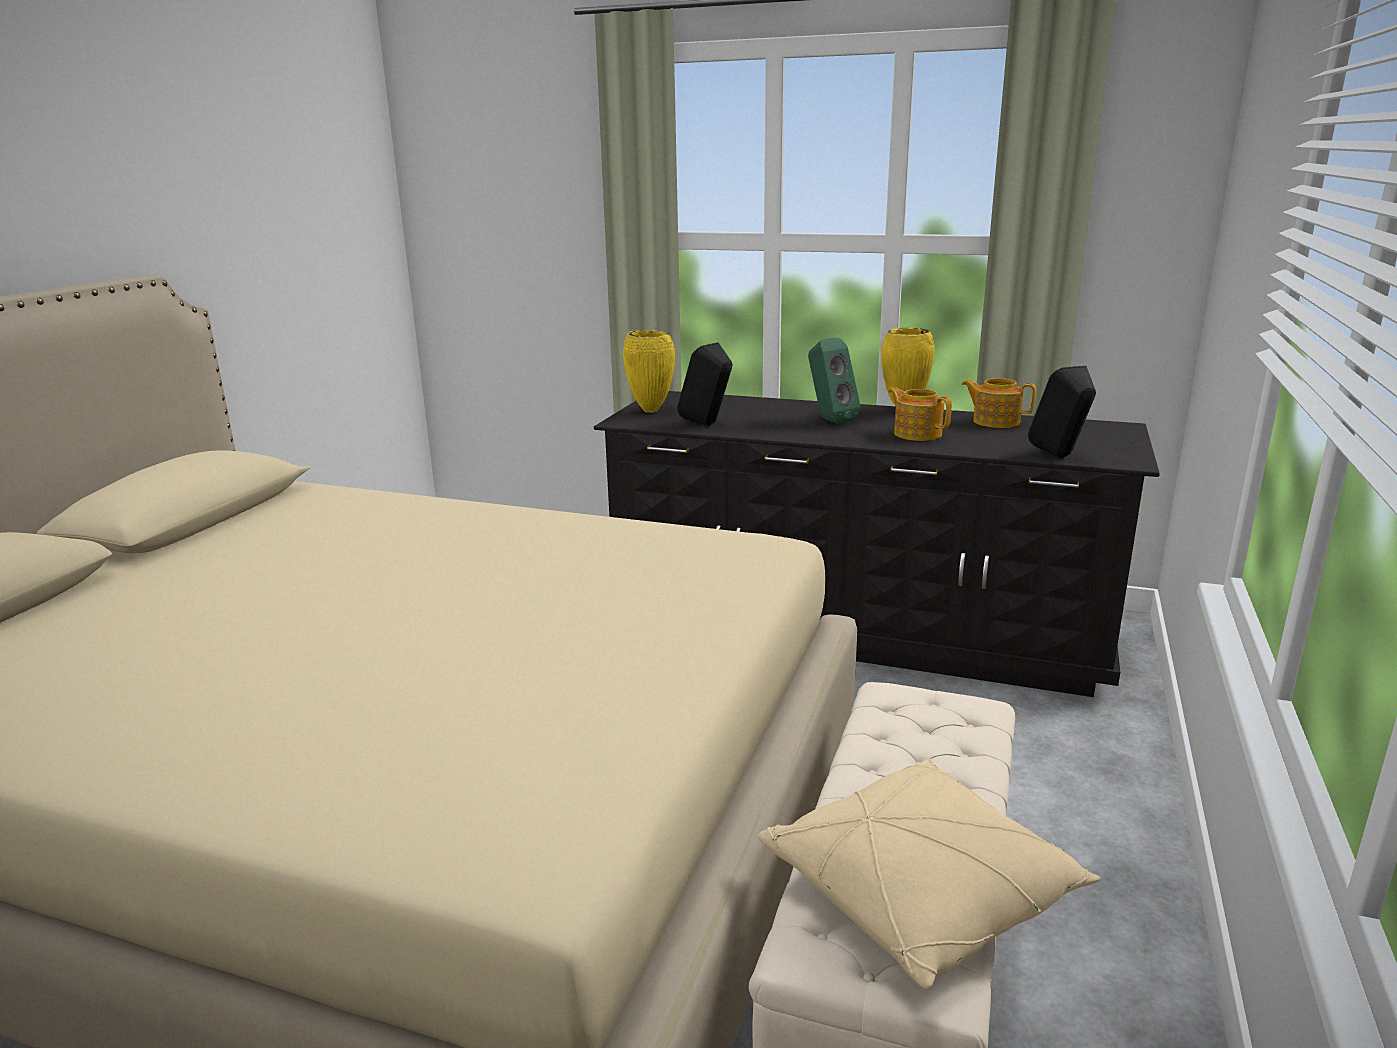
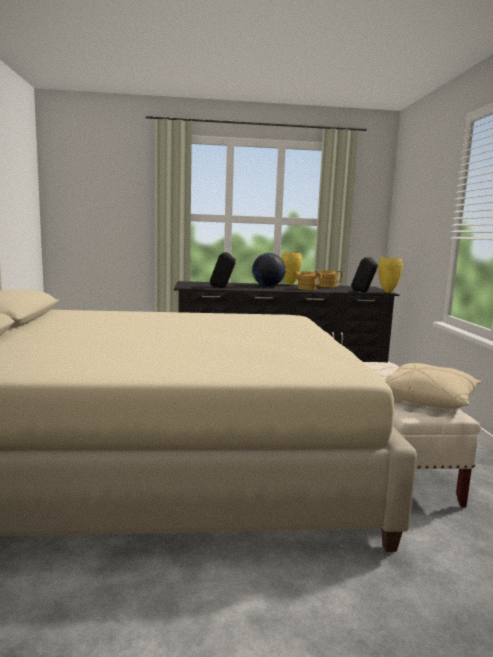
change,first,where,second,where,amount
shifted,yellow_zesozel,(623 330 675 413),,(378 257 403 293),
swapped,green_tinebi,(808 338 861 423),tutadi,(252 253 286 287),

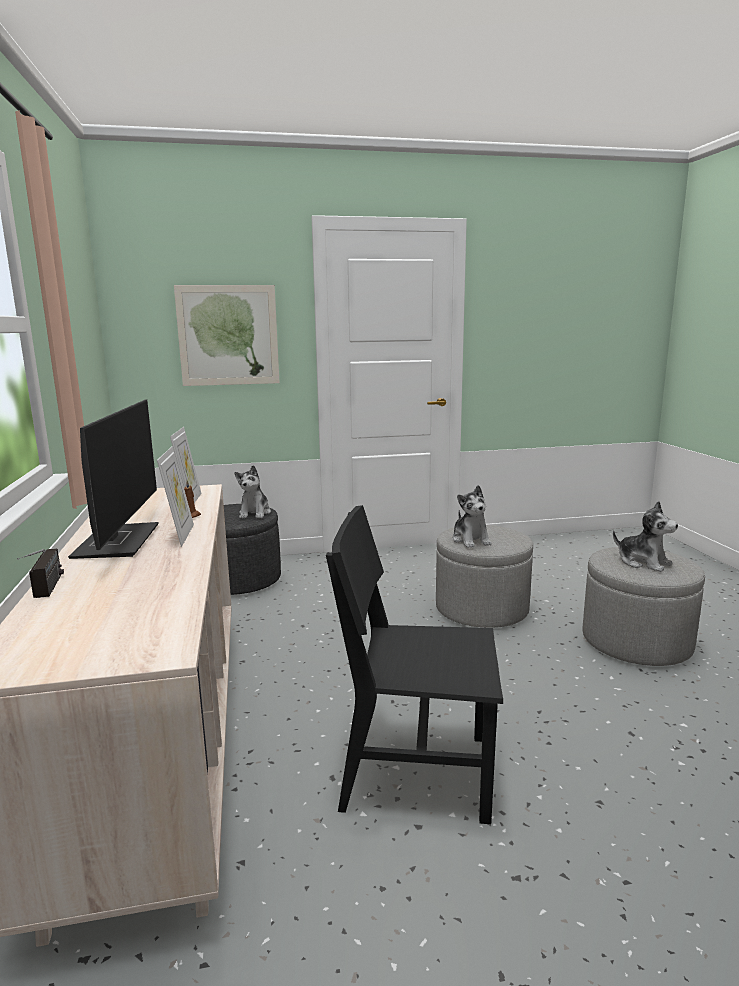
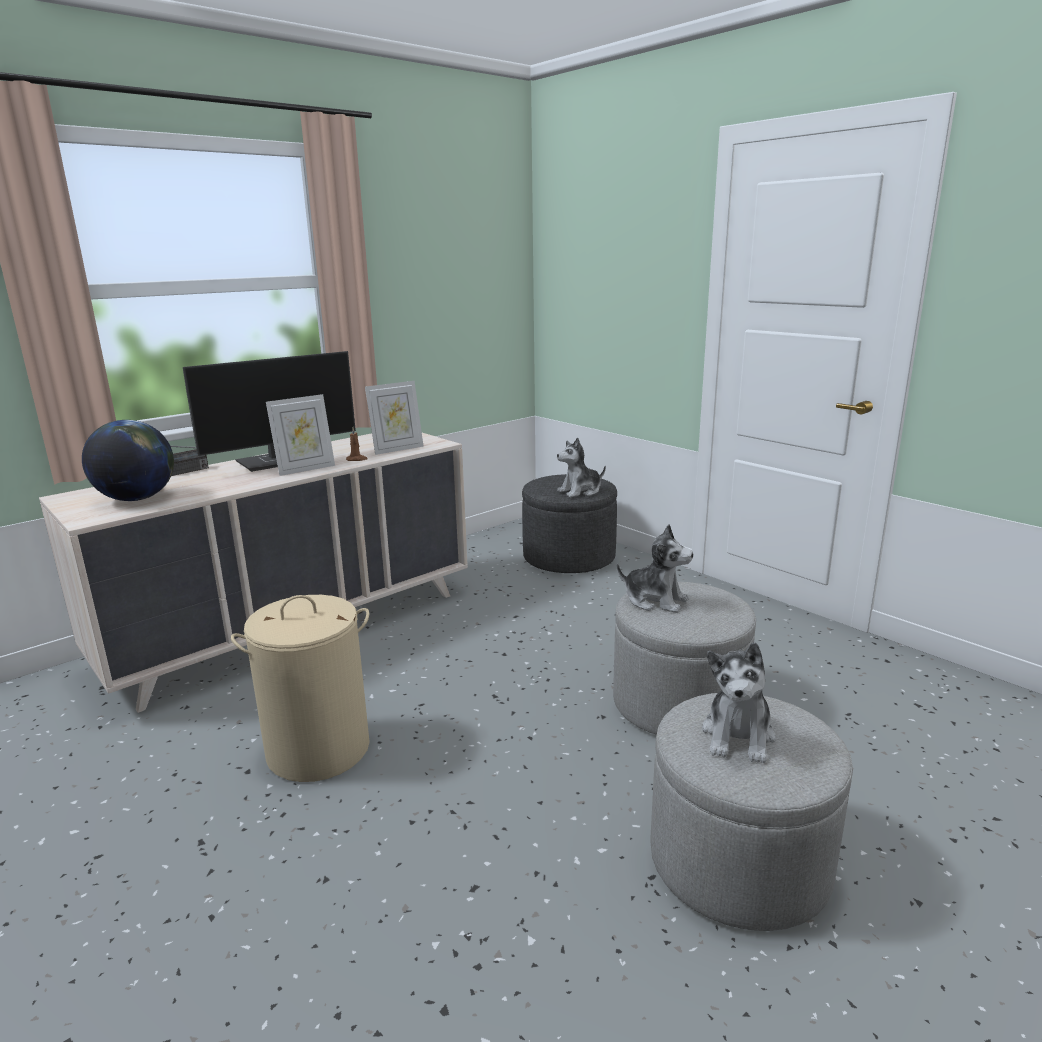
change,first,where,second,where,amount
gone,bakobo,(174 285 280 386),,,
swapped,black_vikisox,(326 505 503 824),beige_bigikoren,(231 595 370 782),
rotated,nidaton,(452 485 492 548),,(616 524 693 613),105 degrees counterclockwise
new,,,tutadi,(82 420 174 501),

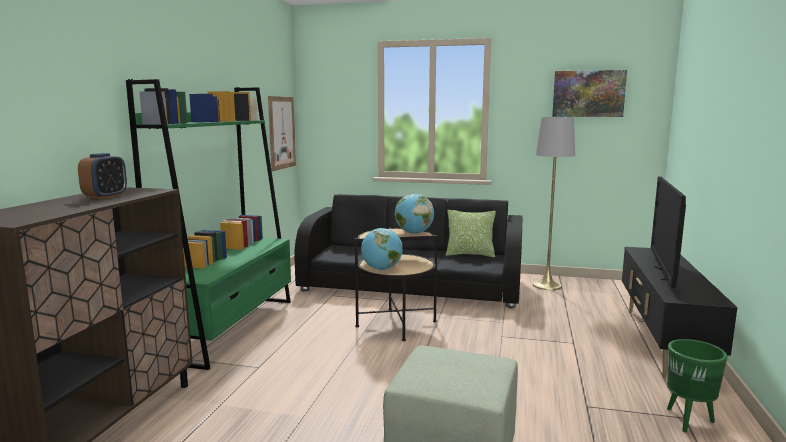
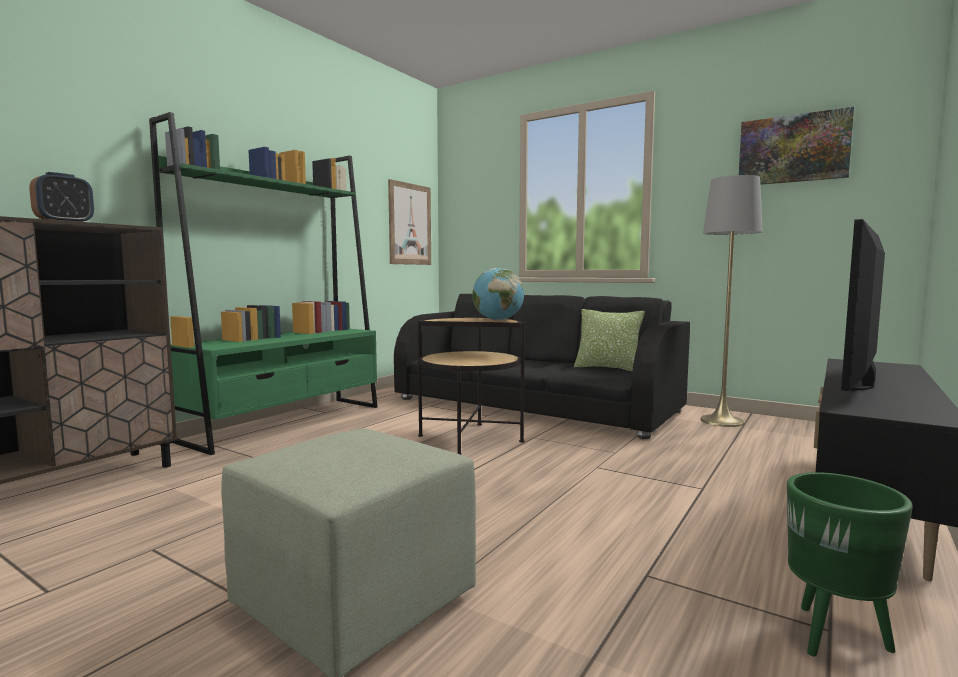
change,first,where,second,where,amount
gone,tutadi,(361 228 403 270),,,

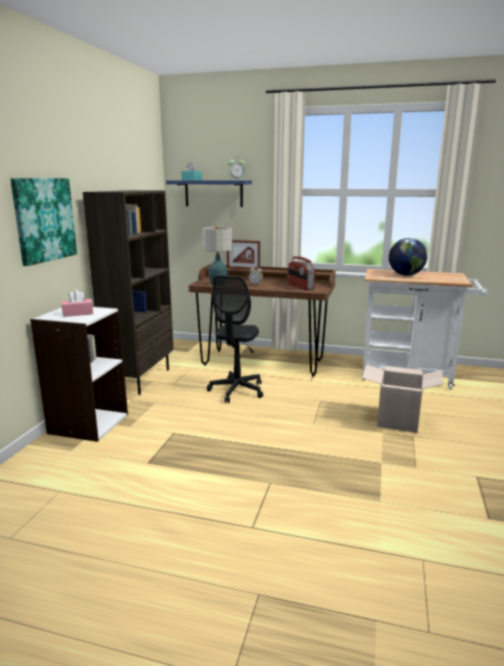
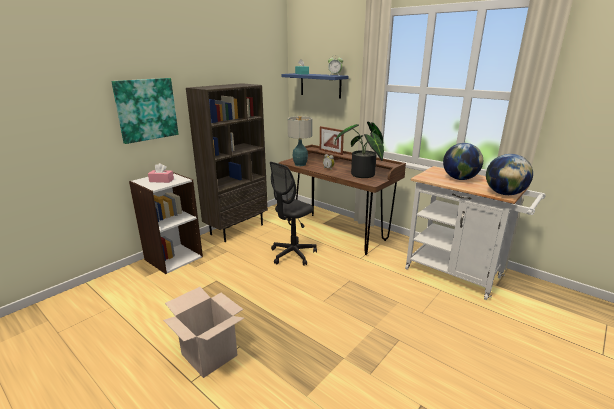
change,first,where,second,where,amount
swapped,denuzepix,(288 256 315 290),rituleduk,(335 122 384 178),
shifted,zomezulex,(362 365 443 433),,(163 287 244 378),
new,,,tutadi,(486 154 533 195),

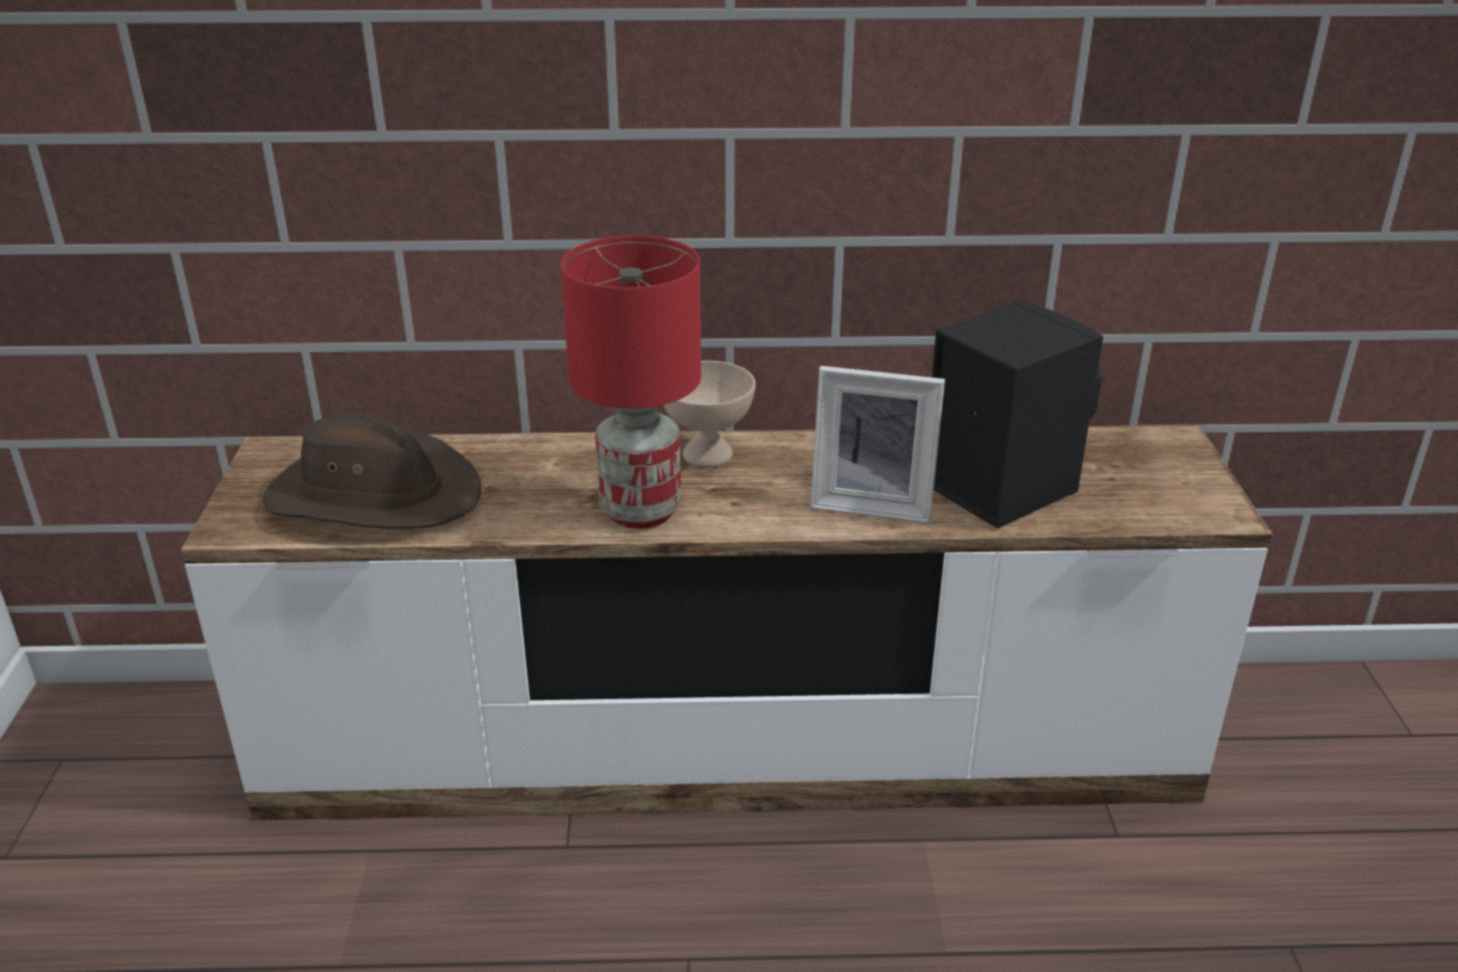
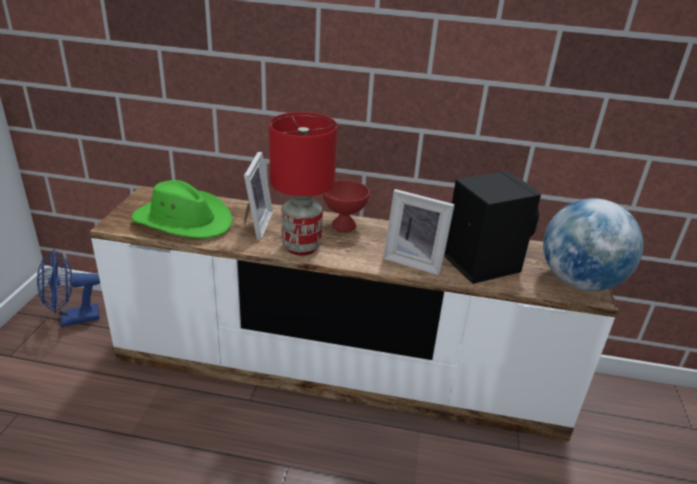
change,first,where,second,where,amount
repainted,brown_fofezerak,(263 413 481 529),green_fofezerak,(131 180 233 239),
repainted,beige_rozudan,(664 361 755 467),red_rozudan,(323 180 370 232),
new,,,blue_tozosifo,(37 249 100 327),
new,,,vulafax,(244 152 273 240),
new,,,tutadi,(543 198 643 291),

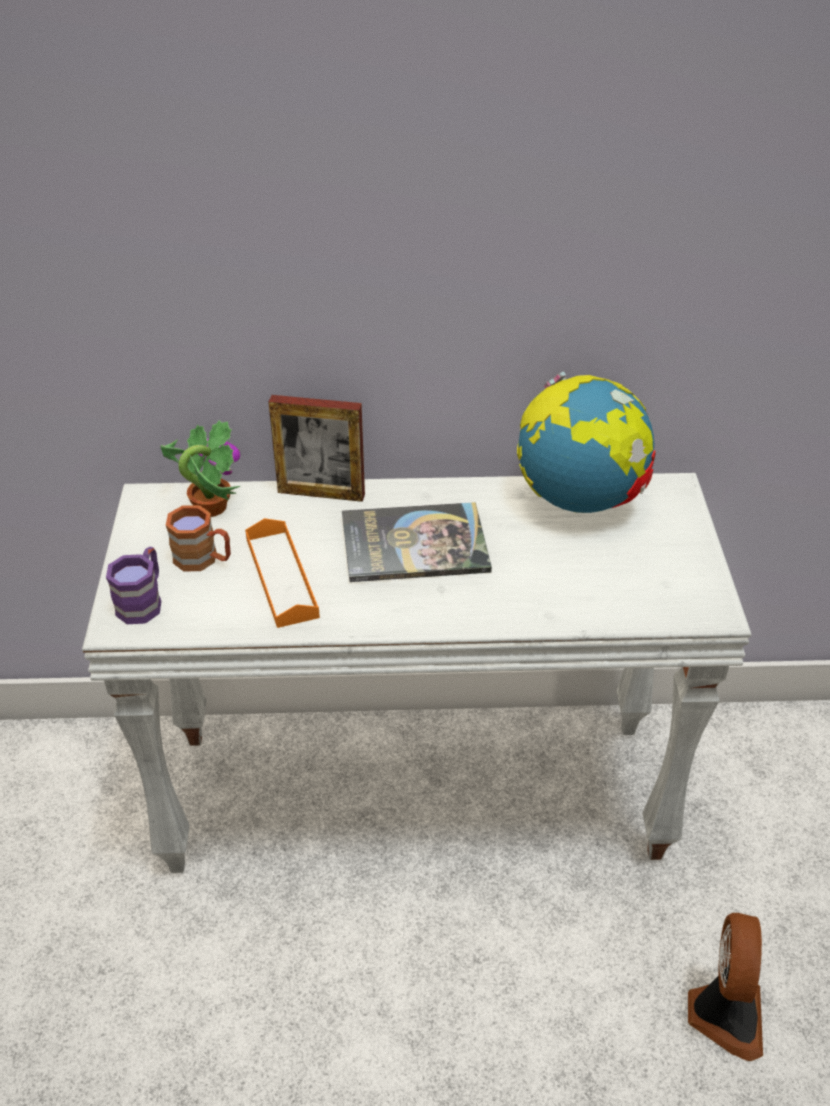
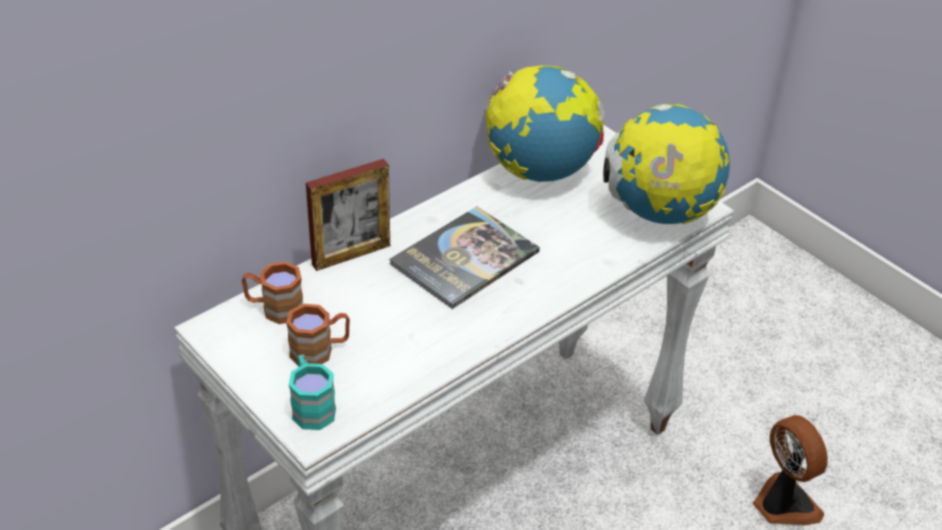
change,first,where,second,where,amount
repainted,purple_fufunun,(106 547 161 624),turquoise_fufunun,(289 355 336 430),
swapped,rituleduk,(161 420 240 517),brown_fufunun,(242 262 303 324),
gone,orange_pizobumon,(245 518 320 628),,,
new,,,tutadi,(603 104 730 224),

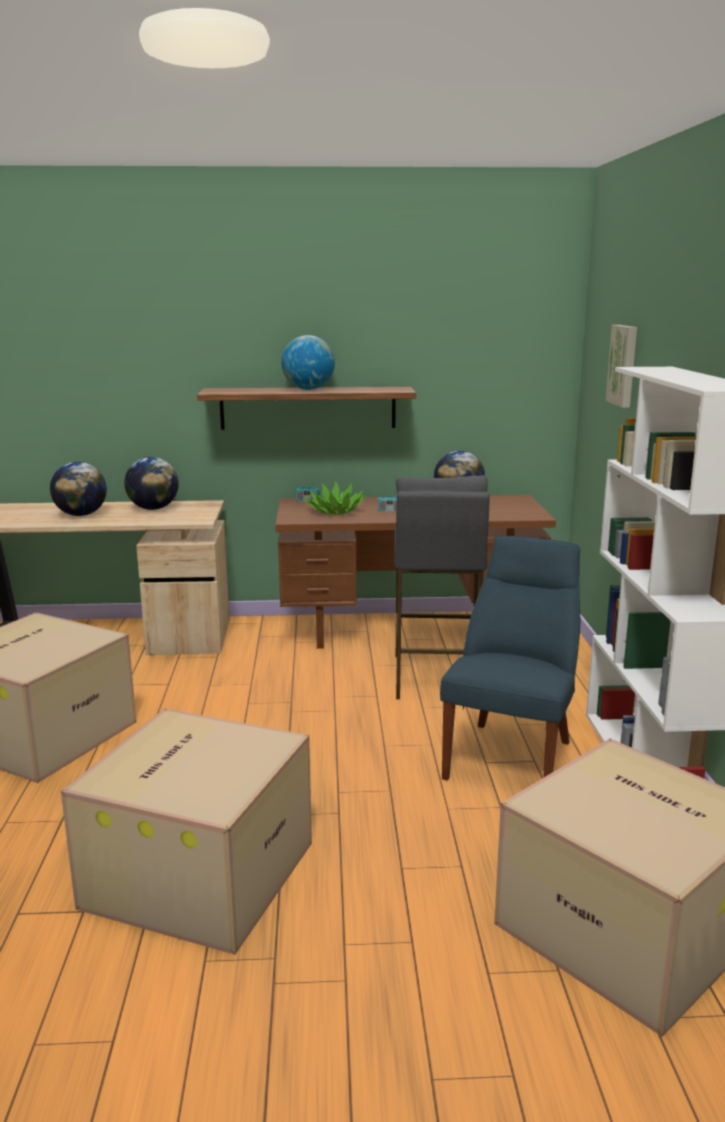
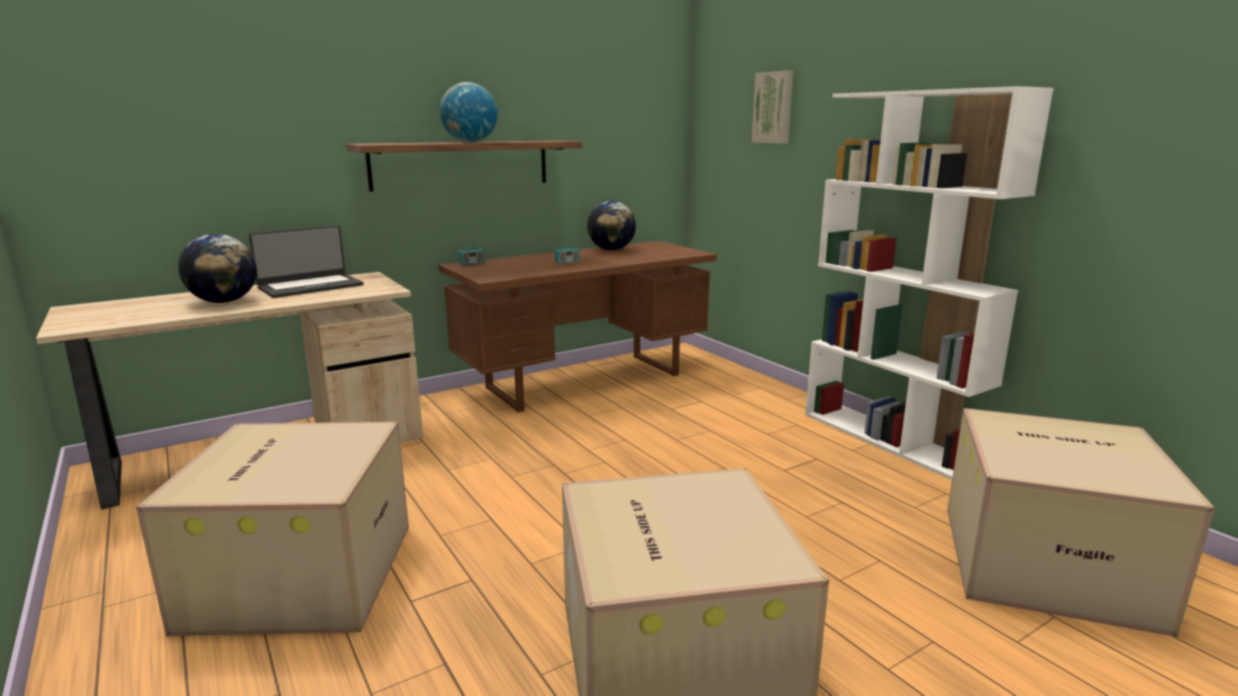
change,first,where,second,where,amount
swapped,tutadi,(124 457 179 510),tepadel,(249 225 363 298),
gone,rituleduk,(304 481 367 514),,,
gone,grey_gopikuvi,(394 475 489 699),,,
gone,blue_vikisox,(440 536 580 780),,,

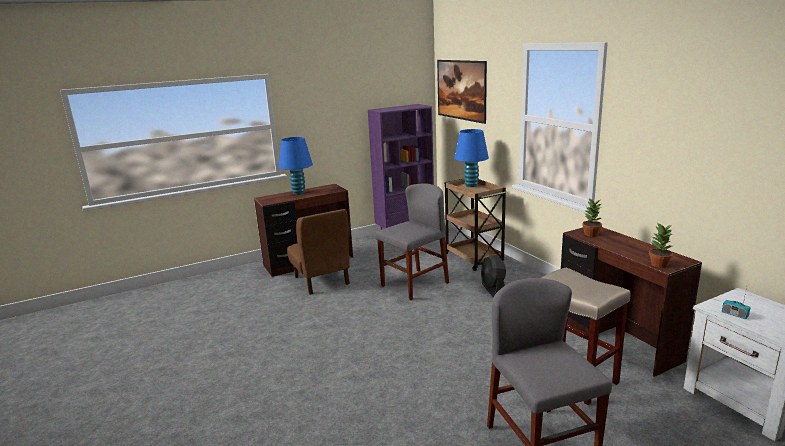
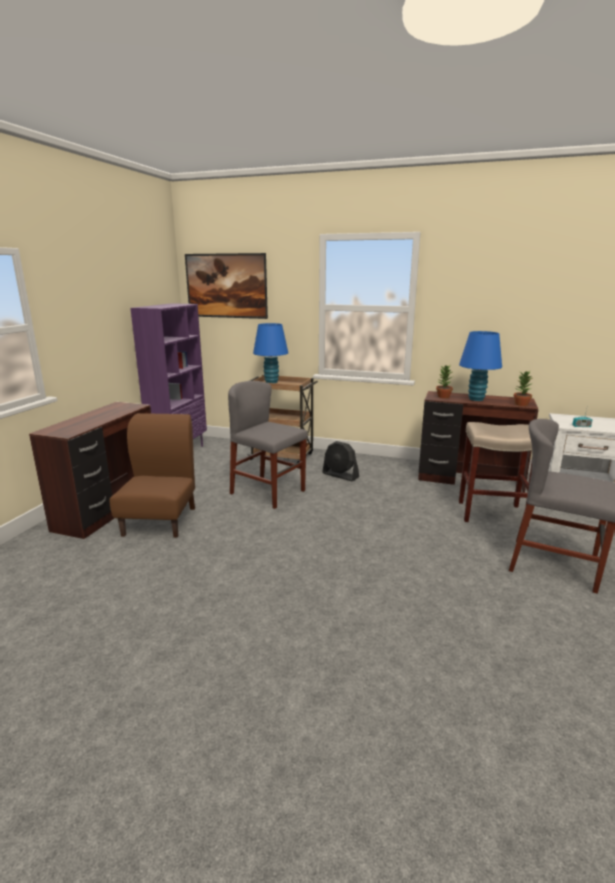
change,first,where,second,where,amount
shifted,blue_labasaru,(279 137 313 195),,(459 331 502 401),
rotated,brown_vikisox,(287 209 350 295),,(110 413 195 538),105 degrees counterclockwise
rotated,grey_vikisox,(375 183 449 300),,(228 381 307 509),60 degrees counterclockwise

